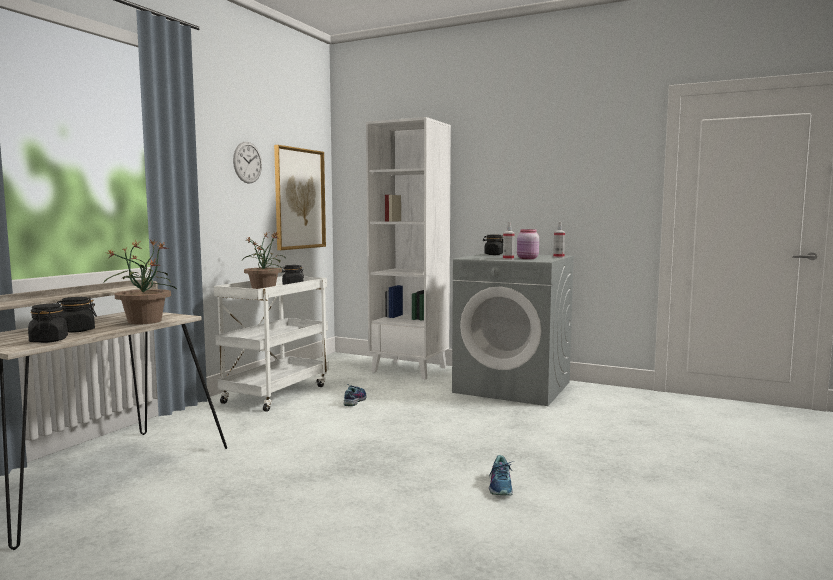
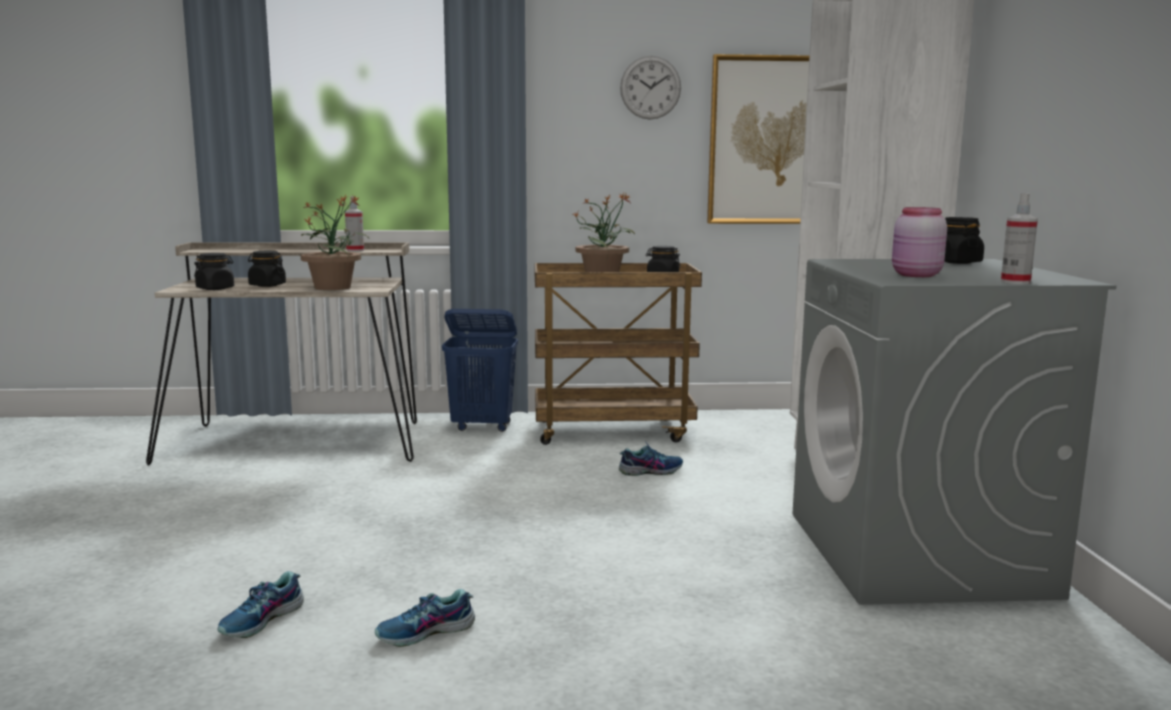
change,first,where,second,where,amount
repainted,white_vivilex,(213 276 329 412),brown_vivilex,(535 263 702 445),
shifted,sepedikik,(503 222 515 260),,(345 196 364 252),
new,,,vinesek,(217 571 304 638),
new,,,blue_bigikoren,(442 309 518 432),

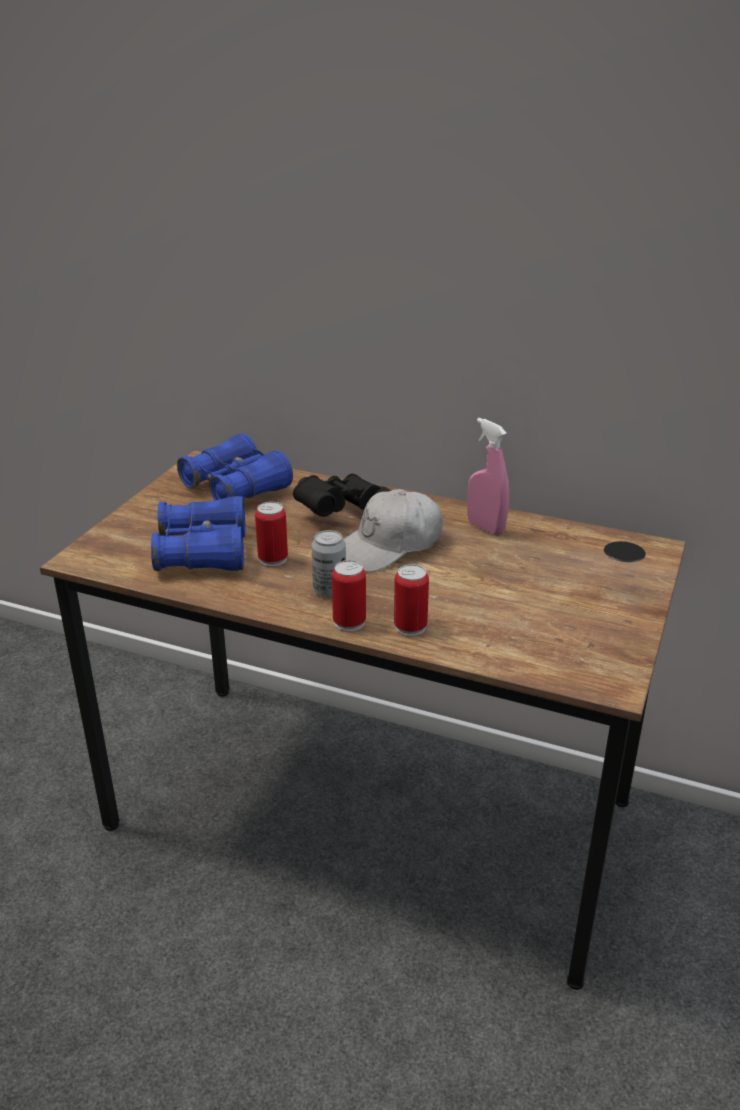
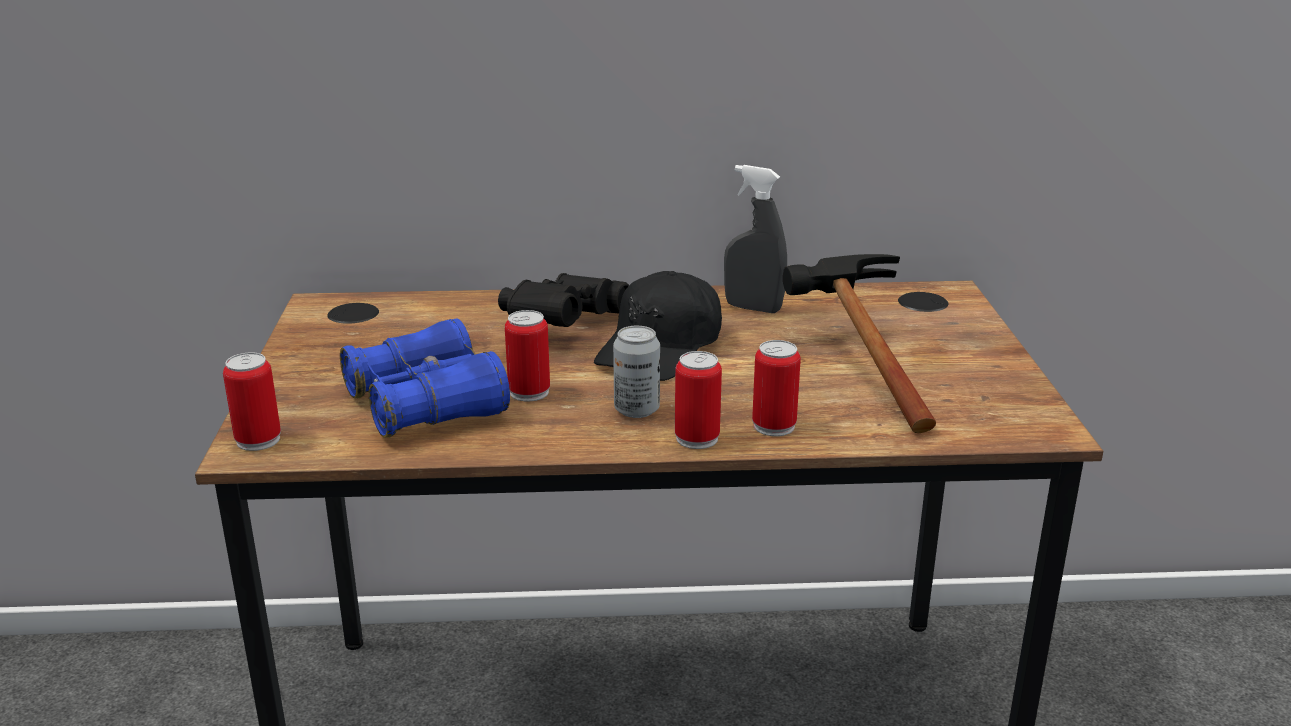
change,first,where,second,where,amount
gone,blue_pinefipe,(177 433 293 501),,,
repainted,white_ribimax,(343 489 443 572),black_ribimax,(594 271 722 381),
repainted,pink_sepedikik,(467 418 509 536),grey_sepedikik,(724 165 787 313),
new,,,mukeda,(223 352 281 451),
new,,,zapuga,(783 254 936 433),

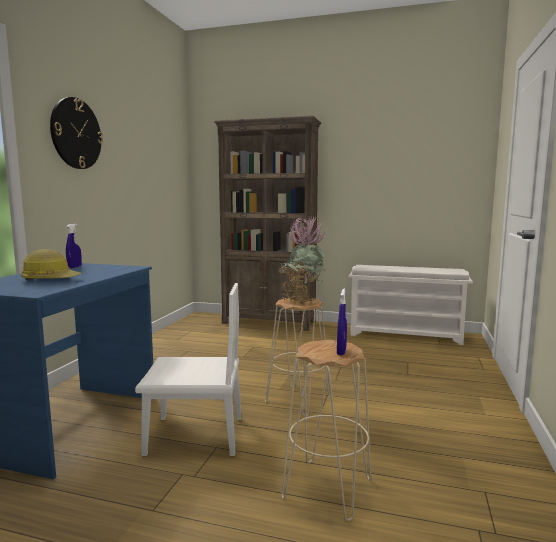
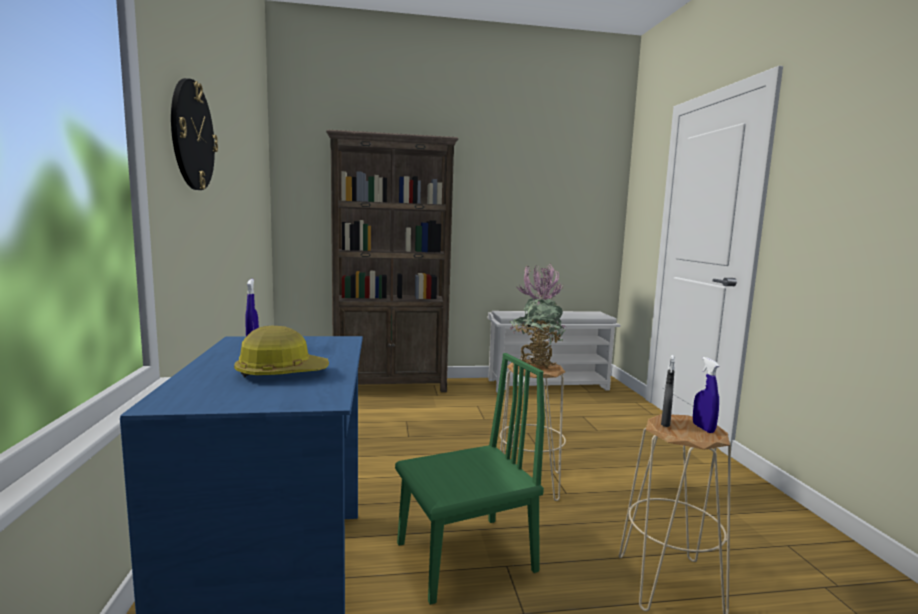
change,first,where,second,where,amount
repainted,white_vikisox,(135 283 241 456),green_vikisox,(395 353 545 605),
new,,,grey_sepedikik,(661 355 675 427),

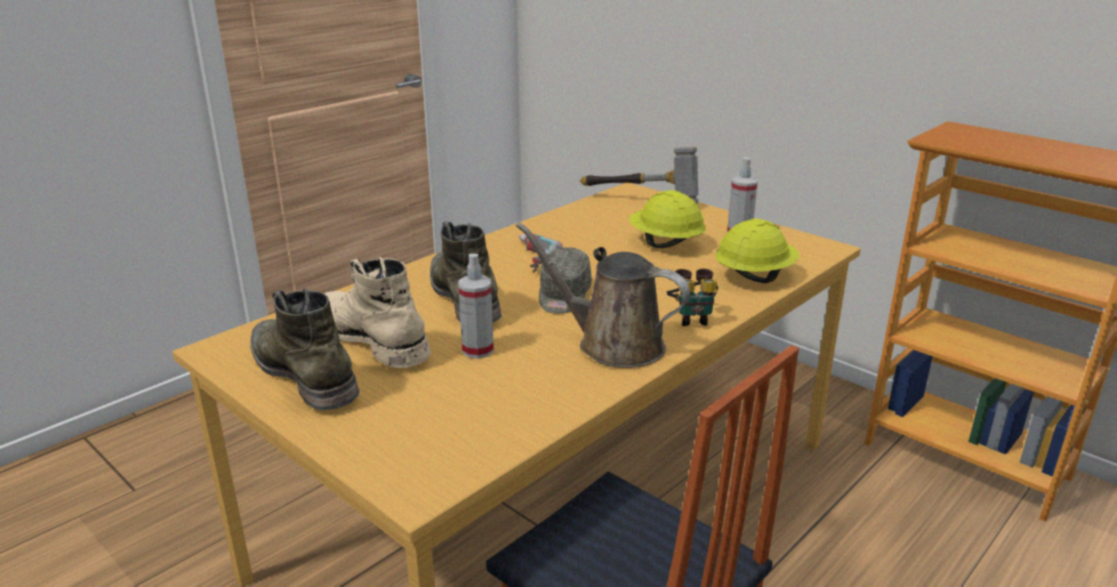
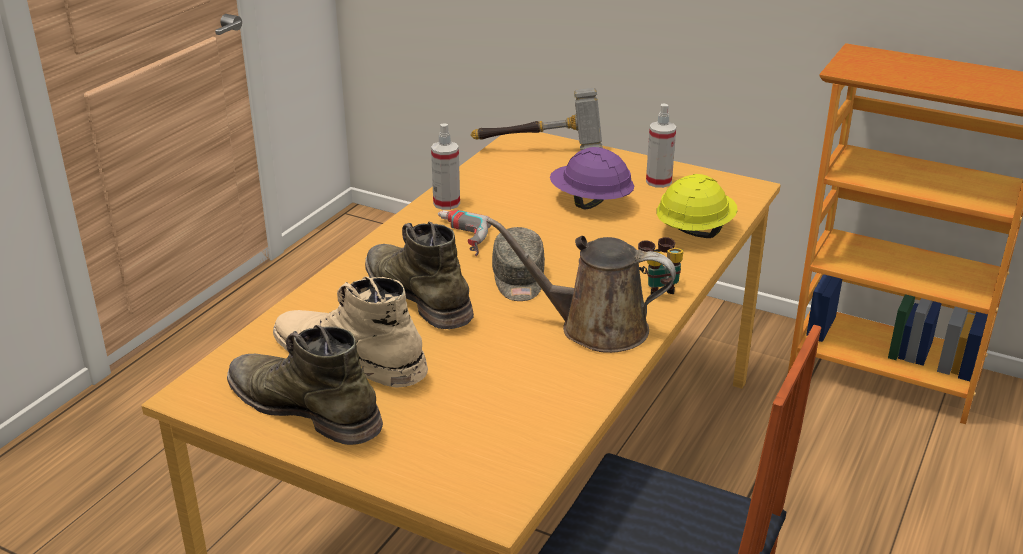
change,first,where,second,where,amount
shifted,sepedikik,(458 253 494 359),,(431 124 460 210),
repainted,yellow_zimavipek,(629 190 706 248),purple_zimavipek,(550 147 634 210),

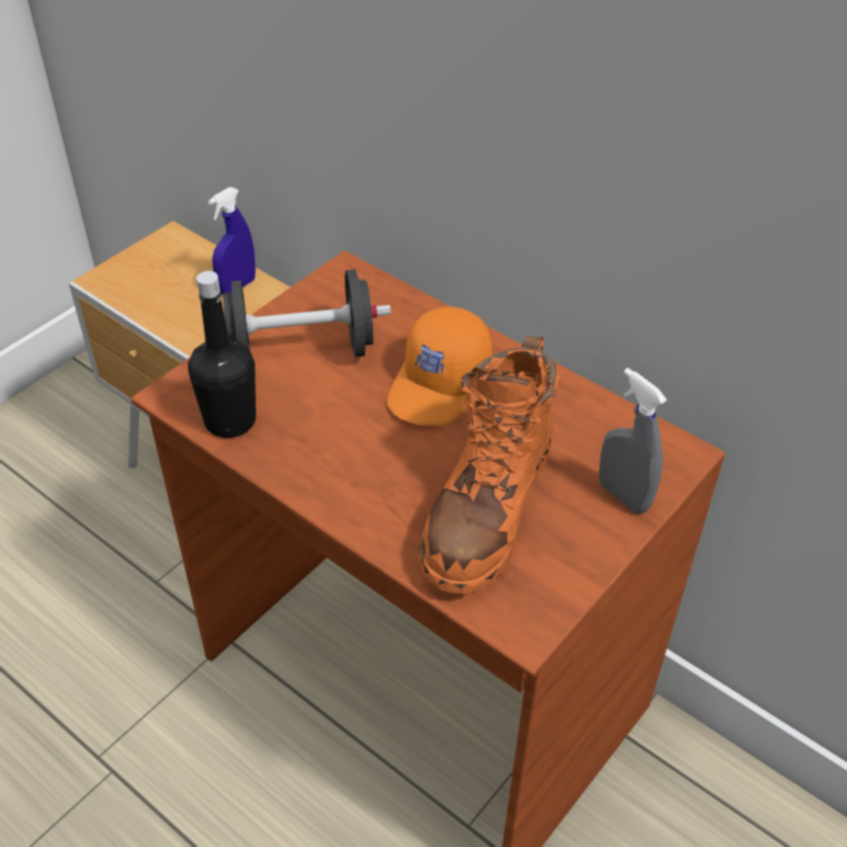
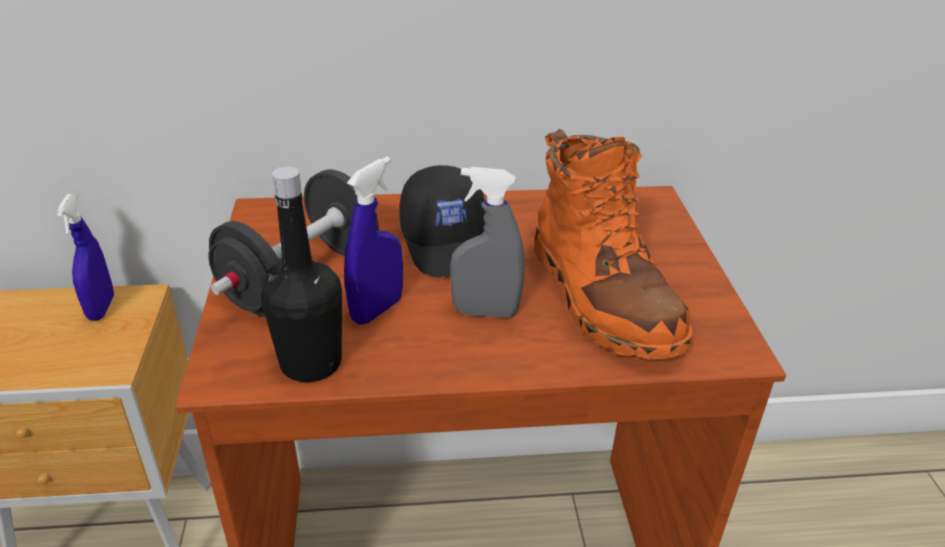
change,first,where,second,where,amount
repainted,orange_ribimax,(386 306 492 427),black_ribimax,(399 165 485 277),
shifted,grey_sepedikik,(599 368 667 514),,(450 167 525 318),
new,,,blue_sepedikik,(344 157 403 325),

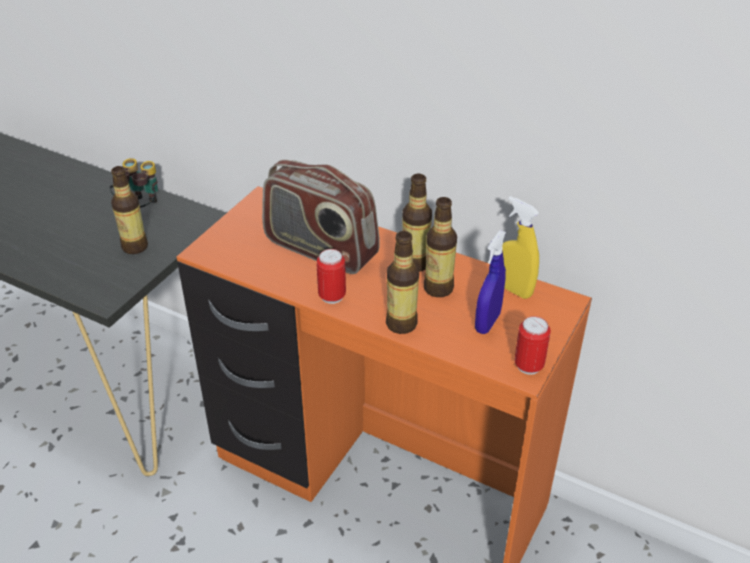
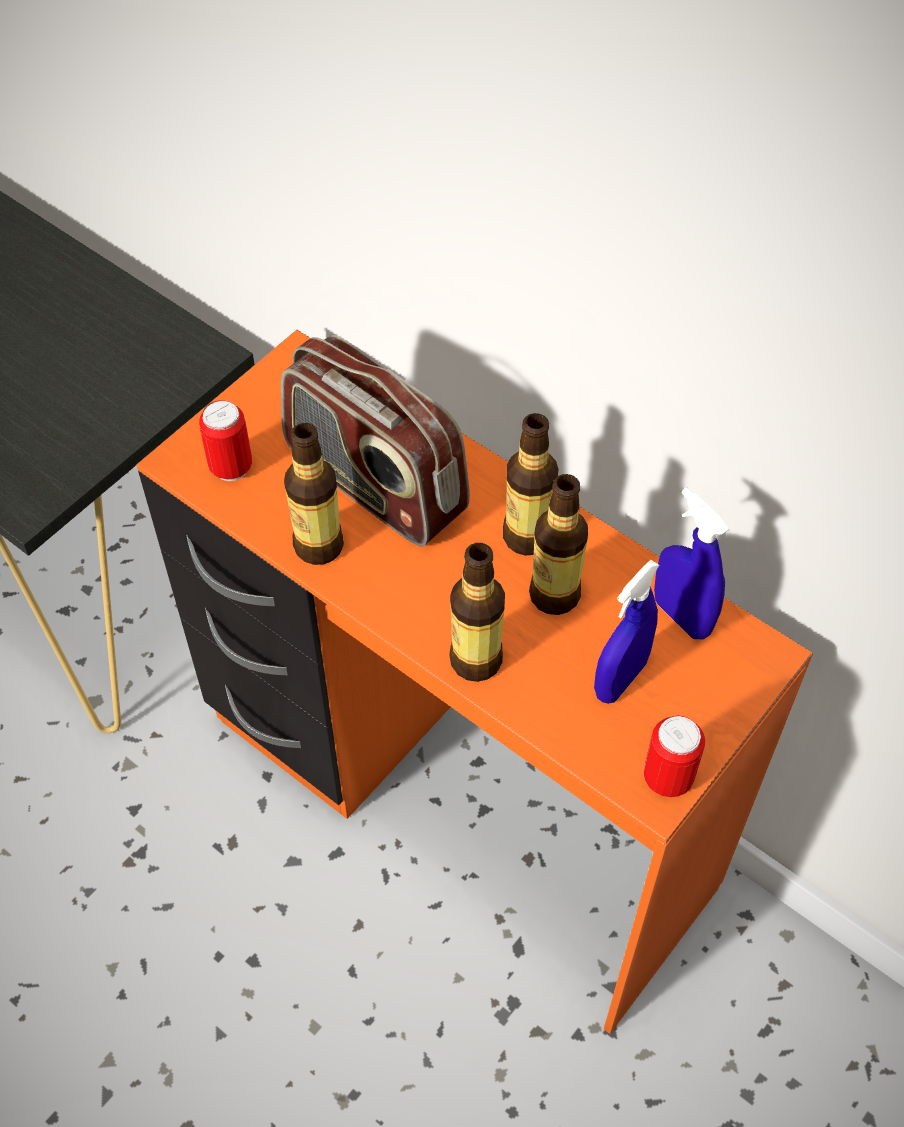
change,first,where,second,where,amount
gone,pinefipe,(110 158 158 208),,,
shifted,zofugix,(111 166 148 254),,(284 423 344 565),
shifted,mukeda,(317 249 346 304),,(199 400 252 481),
repainted,yellow_sepedikik,(502 196 539 299),blue_sepedikik,(654 487 729 639),

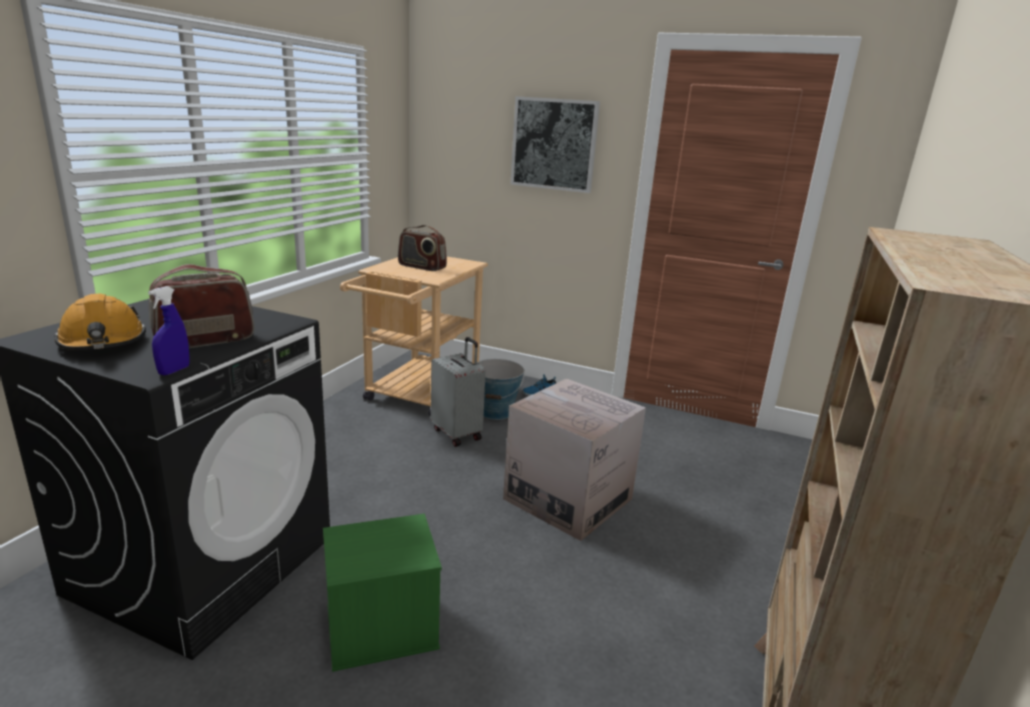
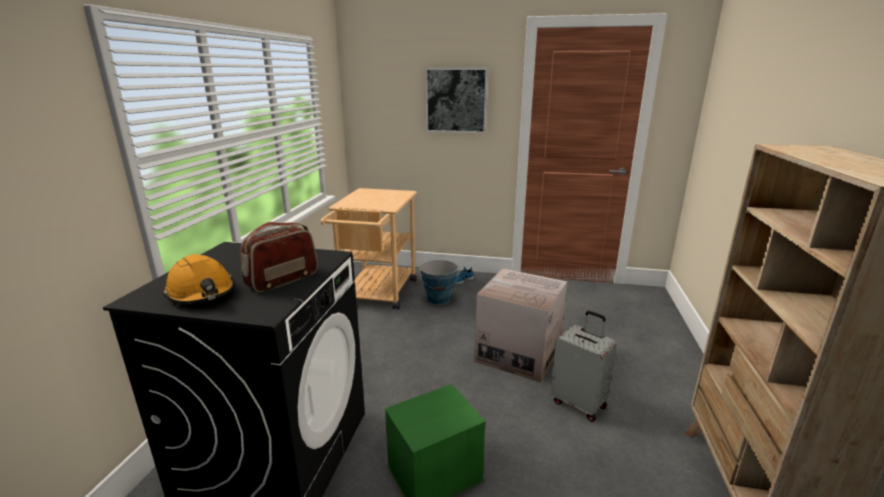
change,first,where,second,where,amount
gone,blue_sepedikik,(148 286 190 375),,,
gone,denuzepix,(398 225 447 271),,,
shifted,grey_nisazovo,(431 337 486 447),,(550 311 617 422),

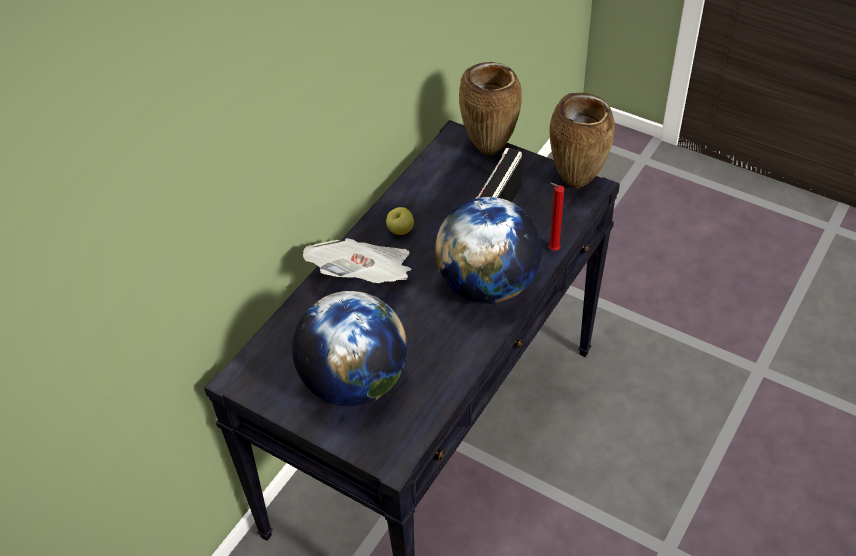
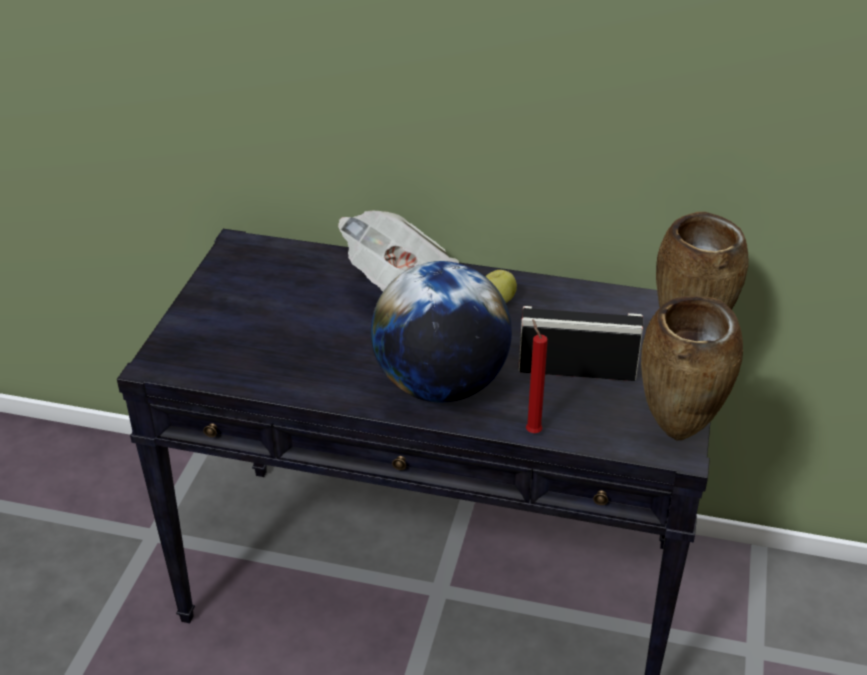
change,first,where,second,where,amount
gone,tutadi,(292 291 408 406),,,

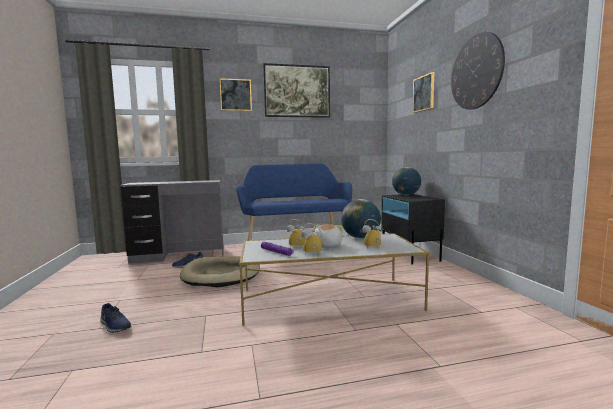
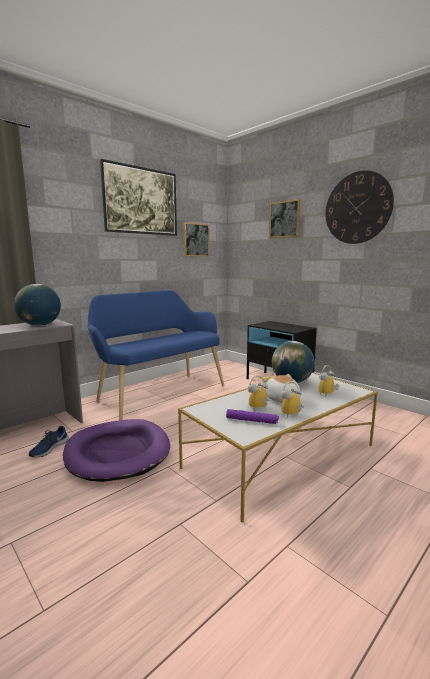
change,first,where,second,where,amount
gone,blue_vinesek,(100 303 132 333),,,
repainted,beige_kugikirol,(180 256 260 287),purple_kugikirol,(63 419 170 482),
shifted,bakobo,(219 78 252 111),,(184 222 209 256),
shifted,tutadi,(392 167 421 195),,(14 284 61 326),

